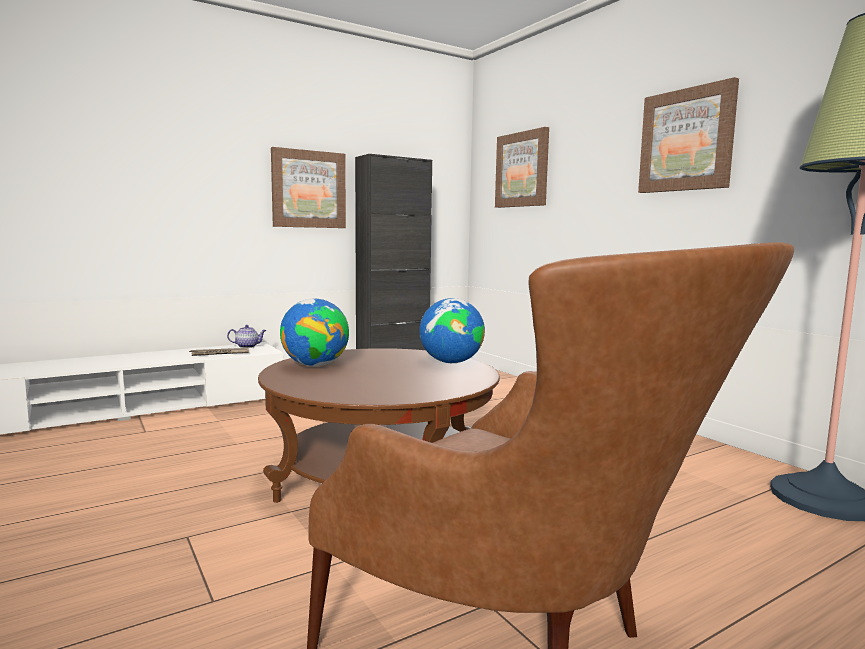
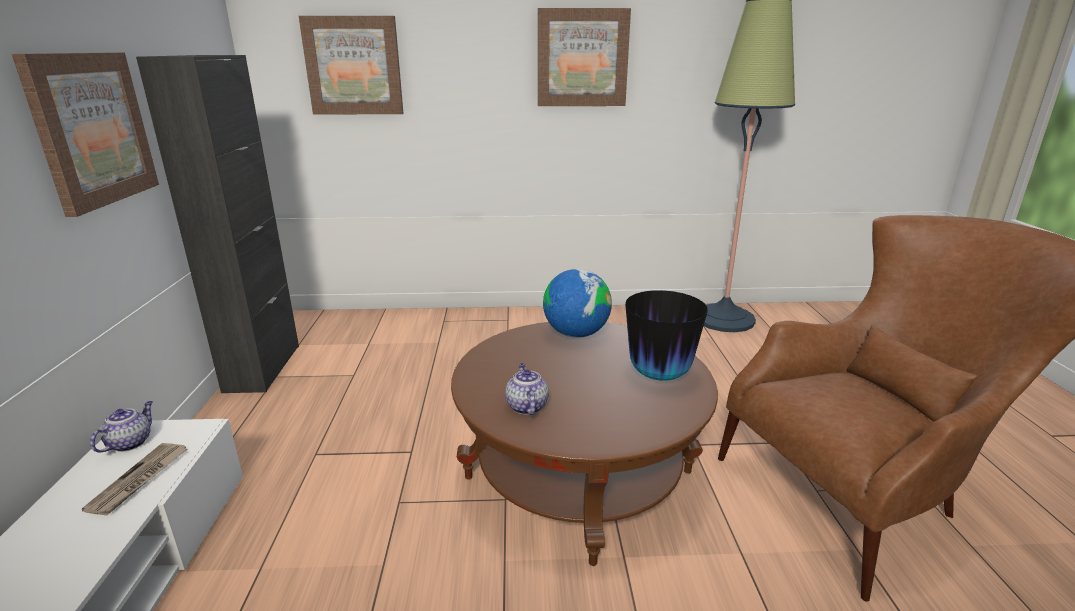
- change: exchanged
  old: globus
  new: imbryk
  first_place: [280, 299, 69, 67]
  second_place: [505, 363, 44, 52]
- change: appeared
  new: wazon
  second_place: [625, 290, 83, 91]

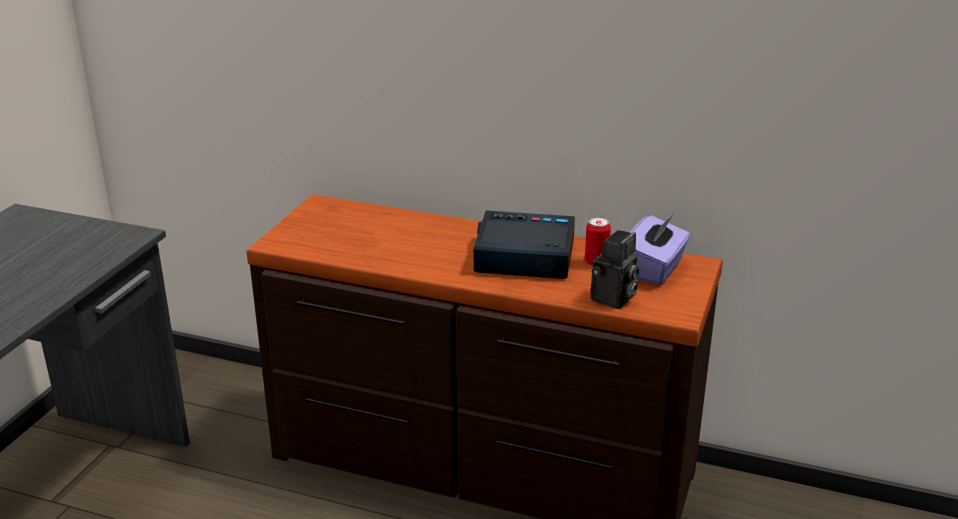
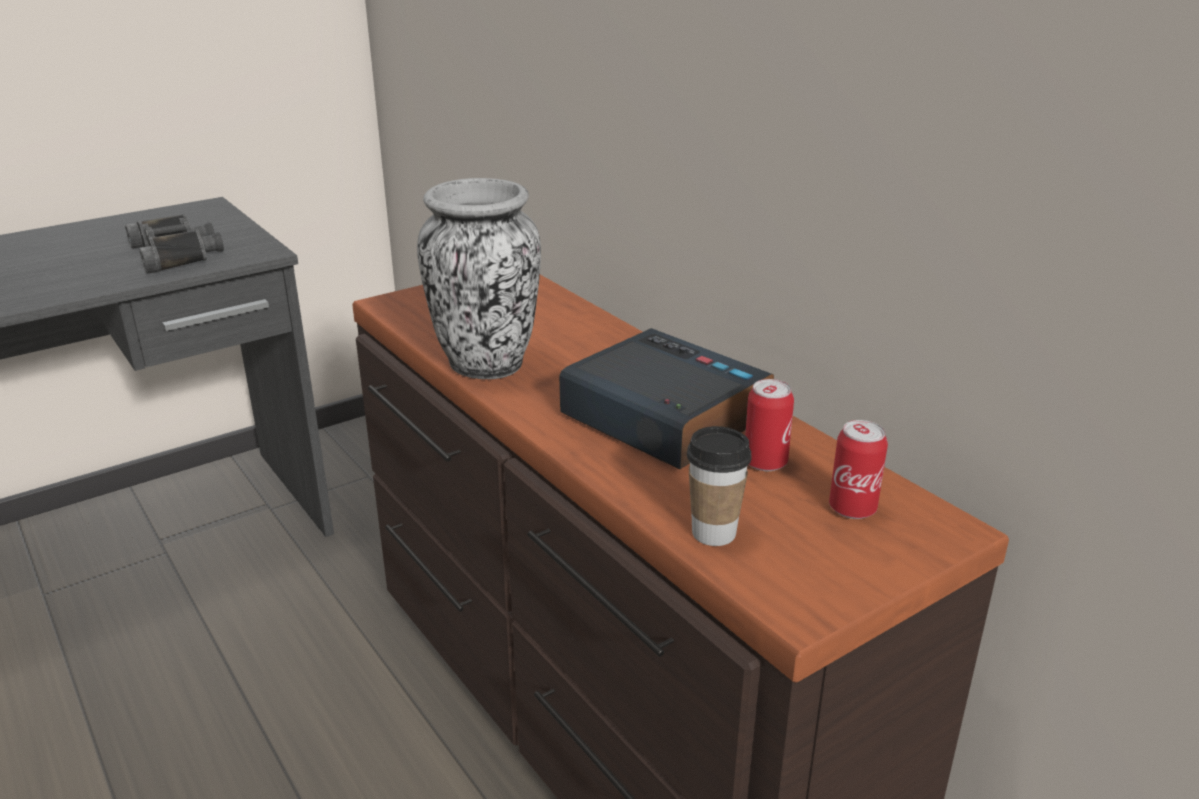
- change: exchanged
  old: pudełko chusteczek/fioletowy
  new: puszka
  first_place: [630, 213, 60, 72]
  second_place: [829, 420, 59, 99]
- change: exchanged
  old: aparat fotograficzny
  new: filiżanka
  first_place: [590, 230, 49, 79]
  second_place: [687, 426, 65, 120]
- change: appeared
  new: wazon
  second_place: [417, 178, 124, 201]
- change: appeared
  new: lornetka/czarny
  second_place: [125, 214, 99, 60]

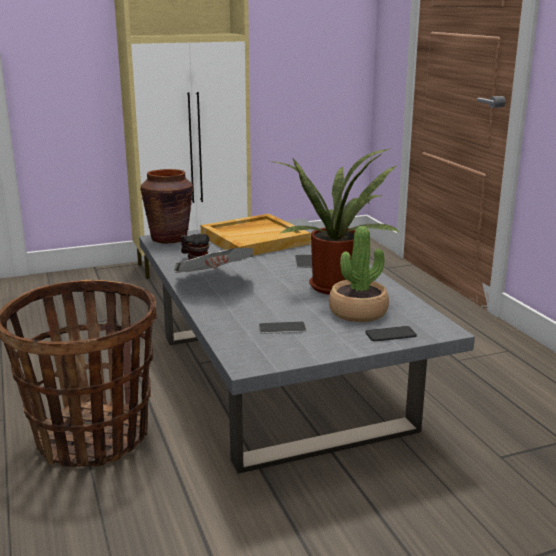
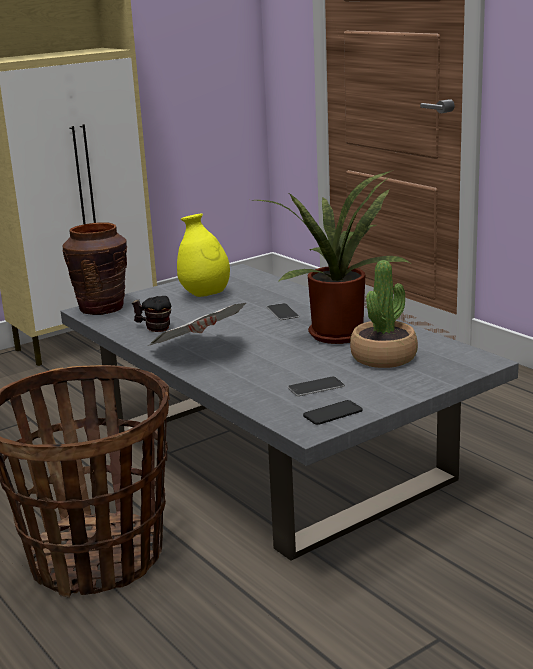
- change: exchanged
  old: taca/beżowy
  new: wazon/żółty
  first_place: [201, 214, 110, 41]
  second_place: [177, 213, 53, 84]
- change: relocated
  old: telefon
  first_place: [365, 326, 52, 15]
  second_place: [303, 400, 60, 25]

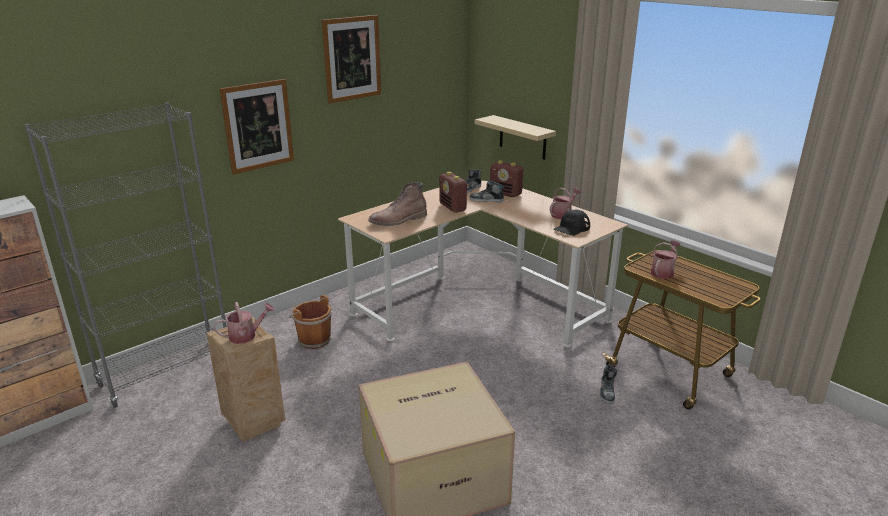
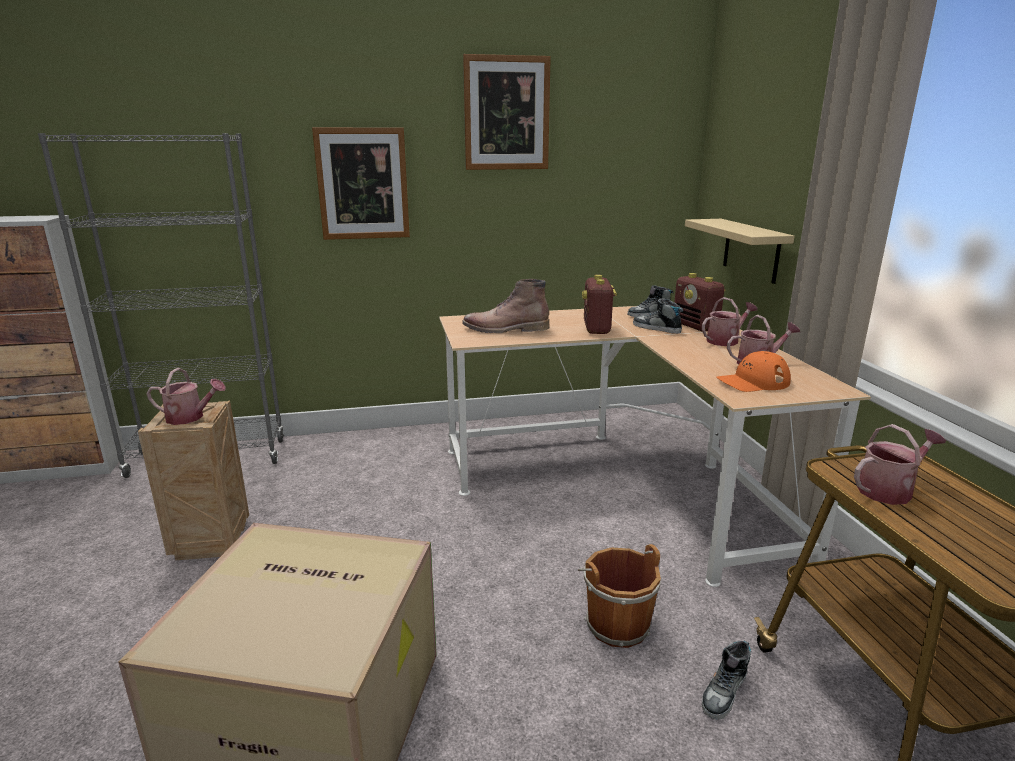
- change: colour
  old: czapka z daszkiem/czarny
  new: czapka z daszkiem/pomarańczowy
  first_place: [554, 210, 36, 26]
  second_place: [716, 351, 75, 41]
- change: relocated
  old: wiadro/brązowy
  first_place: [289, 295, 43, 54]
  second_place: [578, 544, 83, 104]
- change: appeared
  new: konewka
  second_place: [702, 297, 55, 49]

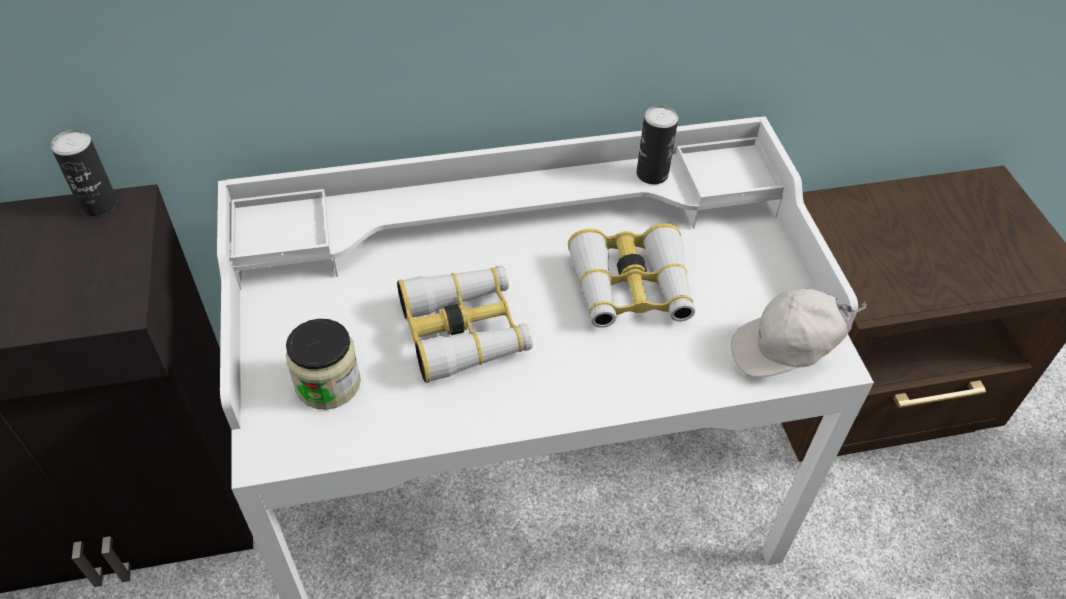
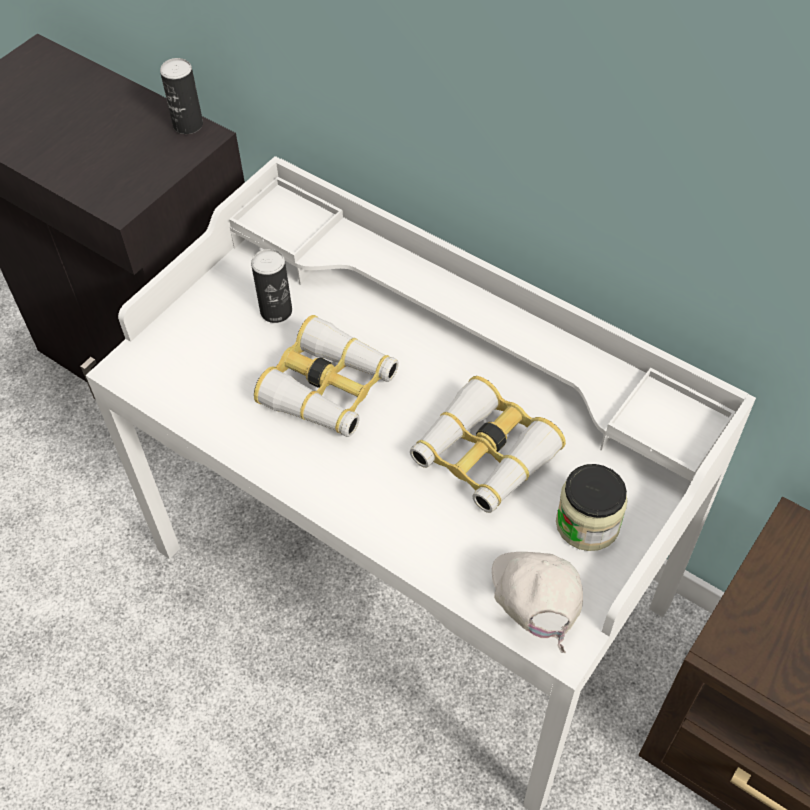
- change: relocated
  old: puszka
  first_place: [636, 105, 42, 79]
  second_place: [251, 249, 41, 74]
- change: spun
  old: czapka z daszkiem/biały
  first_place: [731, 288, 135, 90]
  second_place: [492, 552, 91, 101]
  degrees: 45
- change: relocated
  old: słoik
  first_place: [286, 319, 75, 90]
  second_place: [556, 464, 72, 87]

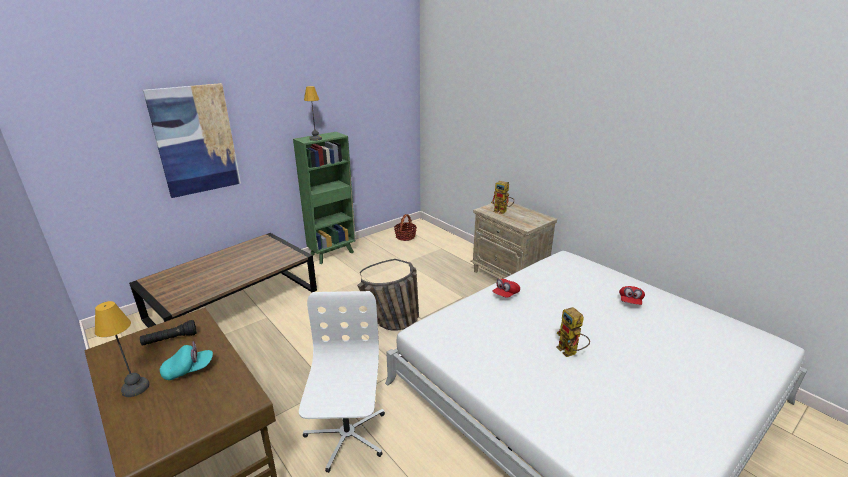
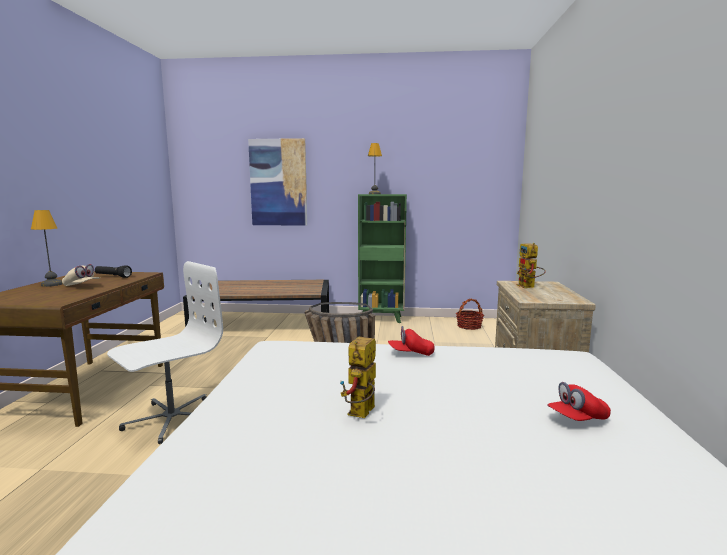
- change: colour
  old: czapka z daszkiem/turkusowy
  new: czapka z daszkiem/beżowy
  first_place: [160, 341, 53, 39]
  second_place: [62, 264, 38, 22]

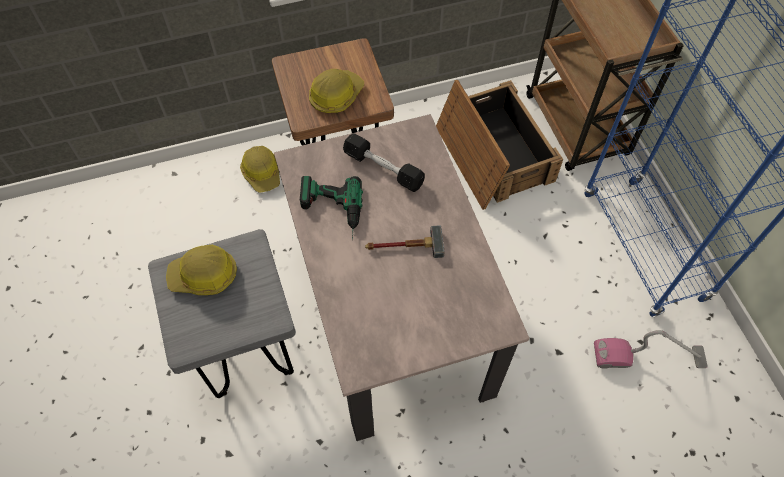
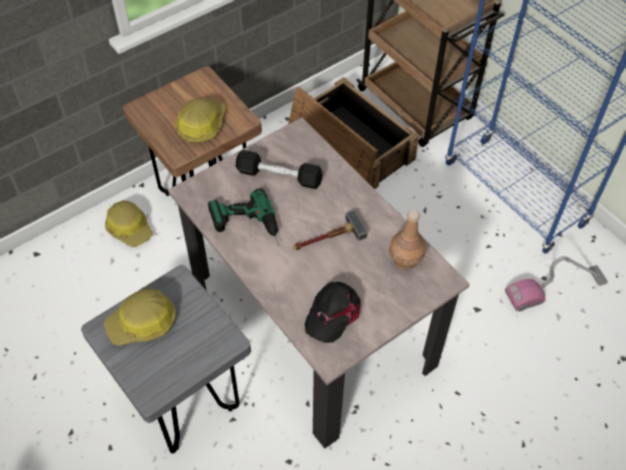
- change: appeared
  new: butelka/brązowy
  second_place: [389, 210, 37, 60]
- change: appeared
  new: czapka z daszkiem/czarny
  second_place: [305, 282, 55, 61]

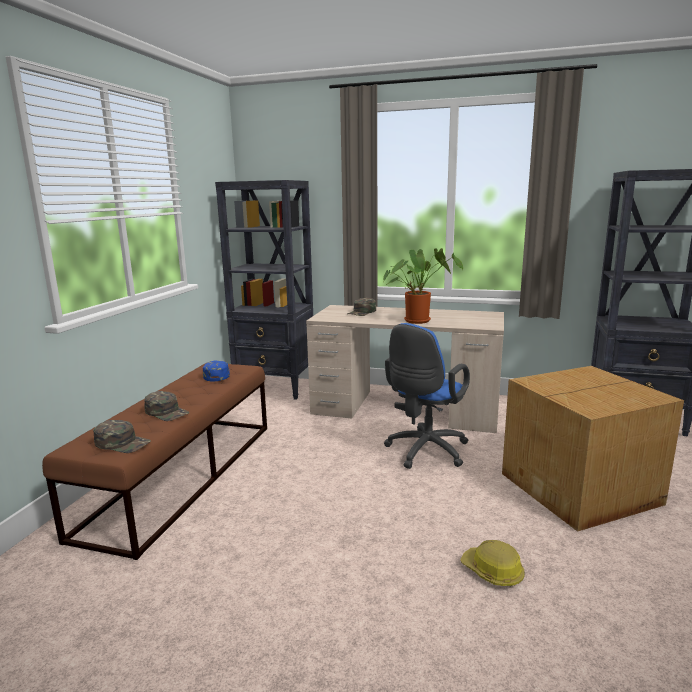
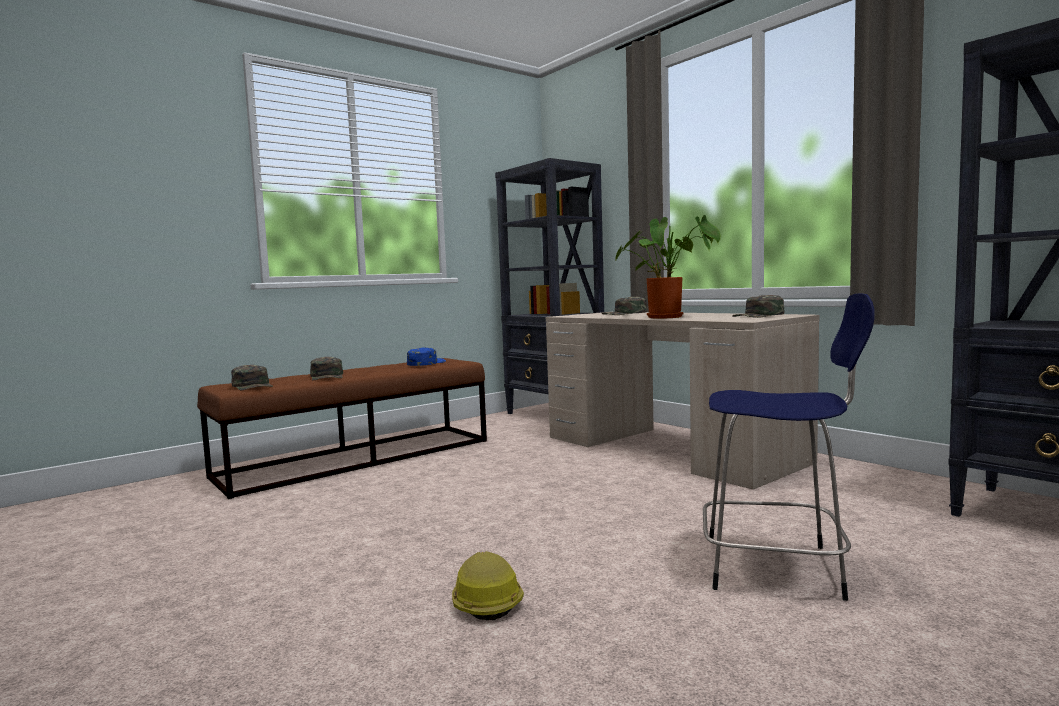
- change: missing
  old: krzesło biurowe/niebieski
  first_place: [384, 323, 86, 146]
- change: exchanged
  old: karton
  new: stołek/niebieski
  first_place: [502, 366, 182, 166]
  second_place: [703, 293, 172, 308]
- change: appeared
  new: czapka z daszkiem/zielony
  second_place: [732, 295, 52, 23]

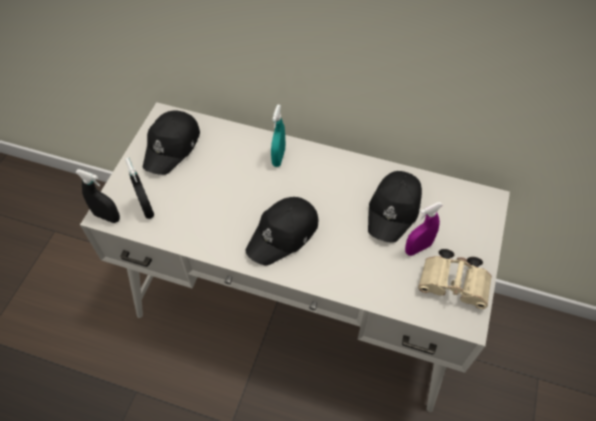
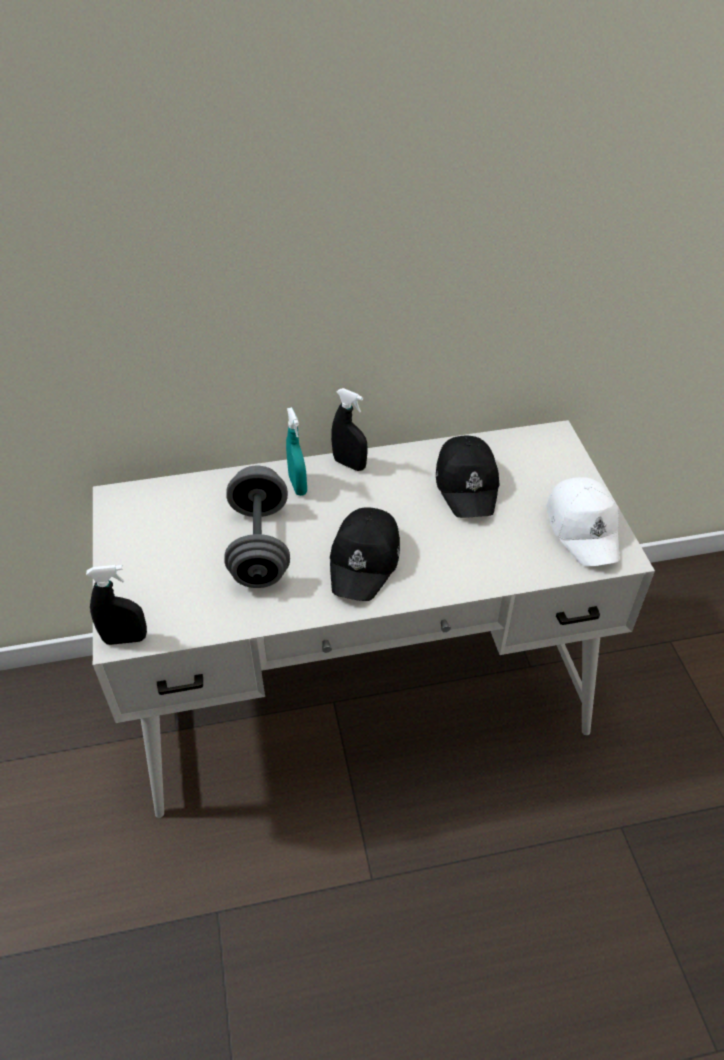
- change: missing
  old: czapka z daszkiem/czarny
  first_place: [143, 110, 57, 65]
- change: relocated
  old: spryskiwacz/czarny
  first_place: [125, 158, 29, 61]
  second_place: [331, 388, 37, 83]
- change: missing
  old: spryskiwacz/fioletowy
  first_place: [405, 202, 38, 54]
- change: exchanged
  old: lornetka/beżowy
  new: czapka z daszkiem/biały
  first_place: [418, 249, 74, 60]
  second_place: [547, 477, 72, 89]
- change: appeared
  new: hantel/szary
  second_place: [224, 466, 66, 122]

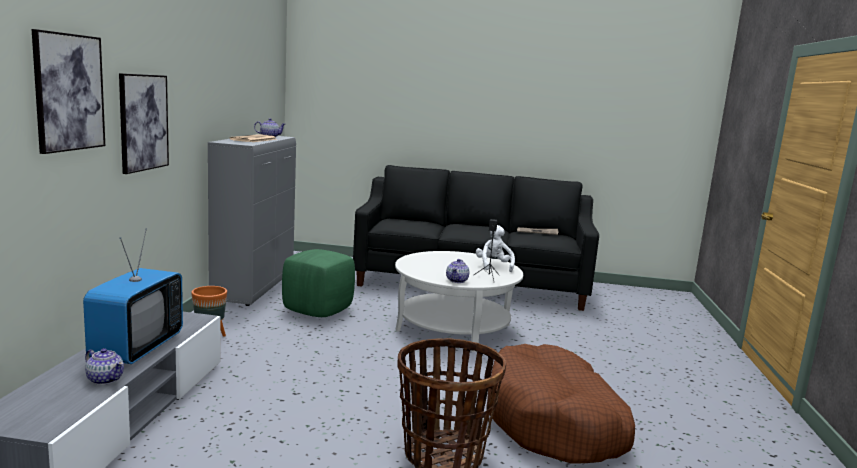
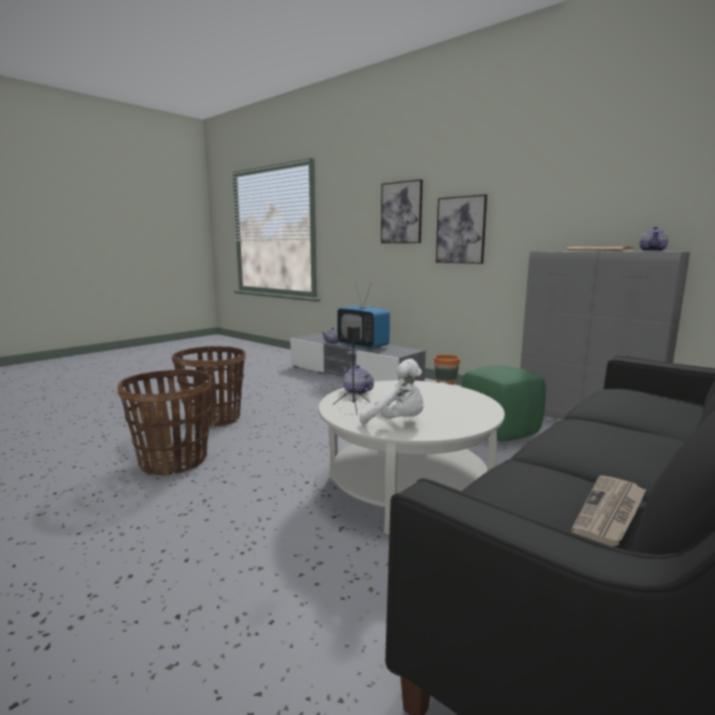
- change: exchanged
  old: legowisko/brązowy
  new: koszyk
  first_place: [486, 344, 149, 120]
  second_place: [117, 369, 95, 107]

